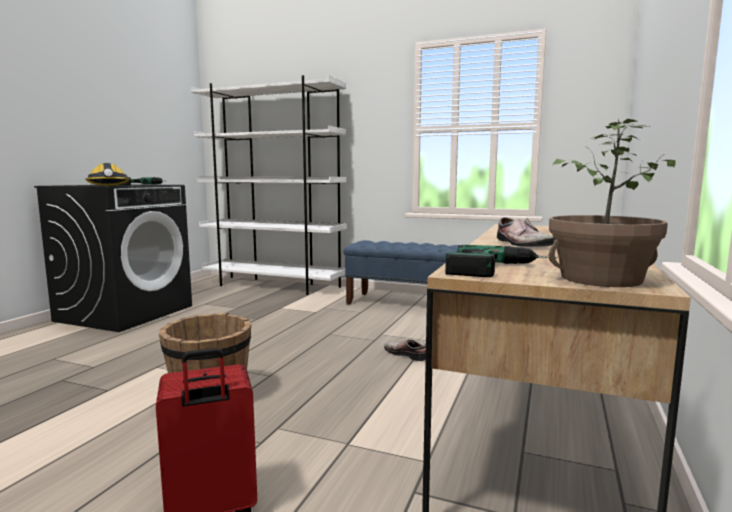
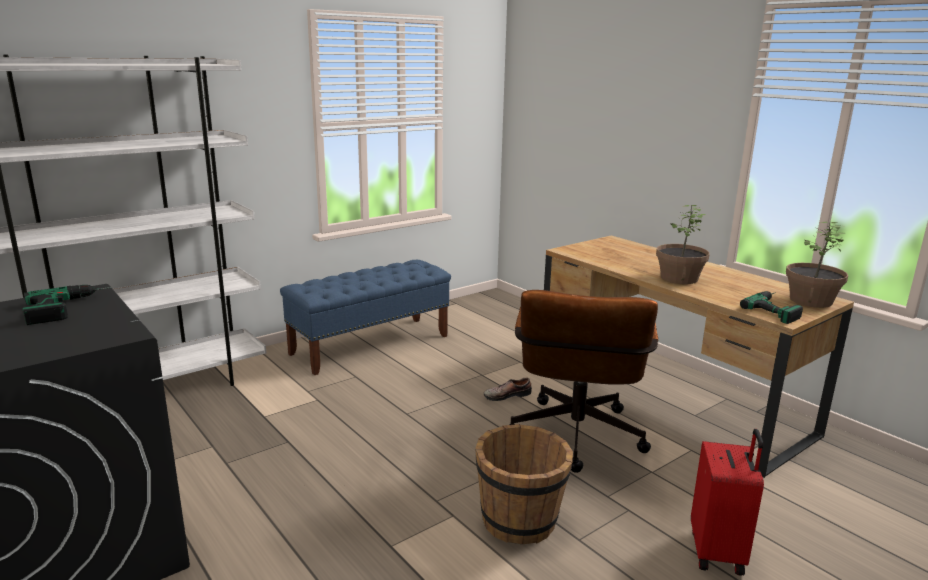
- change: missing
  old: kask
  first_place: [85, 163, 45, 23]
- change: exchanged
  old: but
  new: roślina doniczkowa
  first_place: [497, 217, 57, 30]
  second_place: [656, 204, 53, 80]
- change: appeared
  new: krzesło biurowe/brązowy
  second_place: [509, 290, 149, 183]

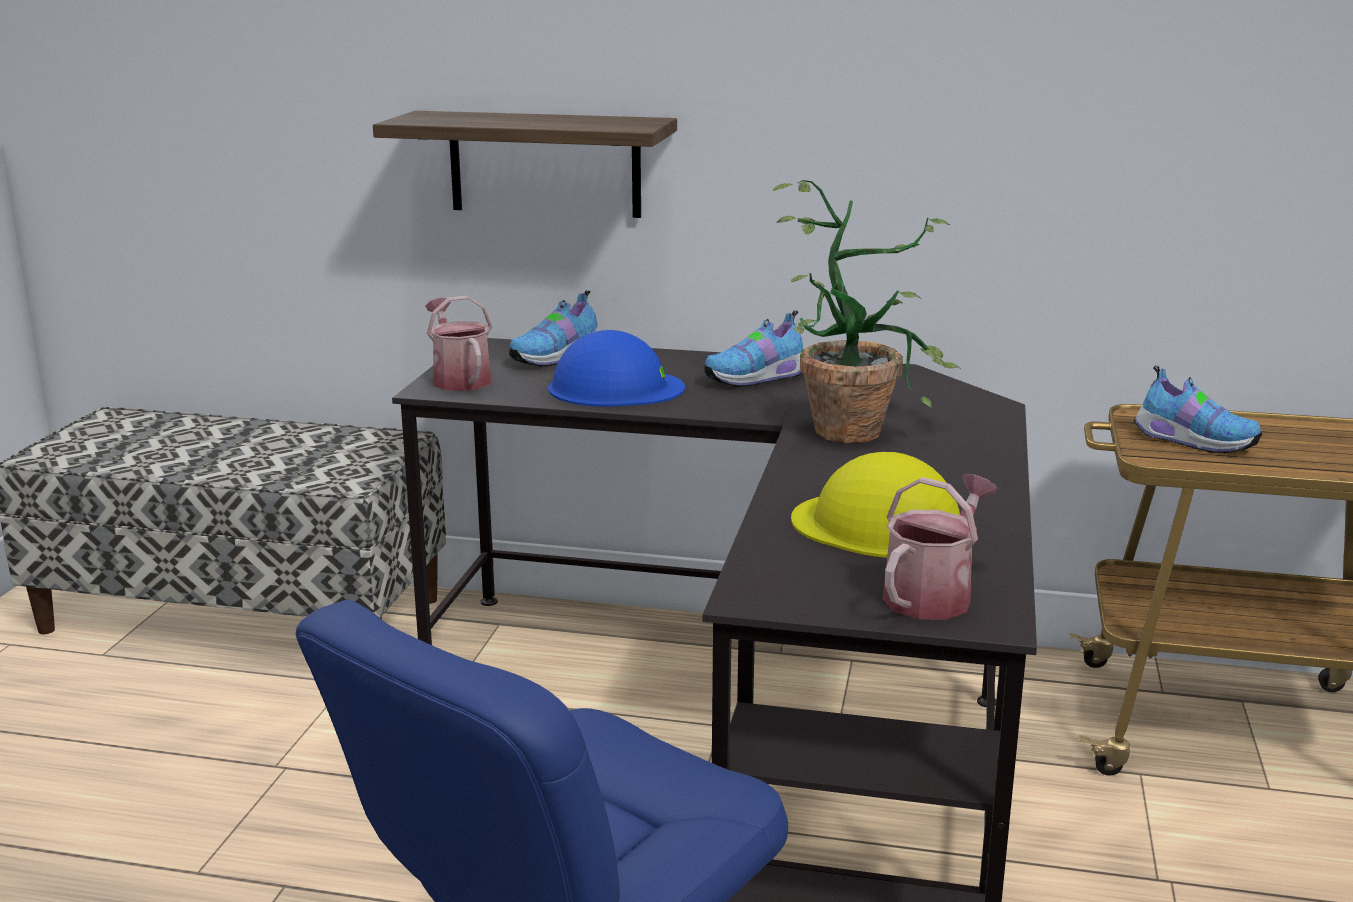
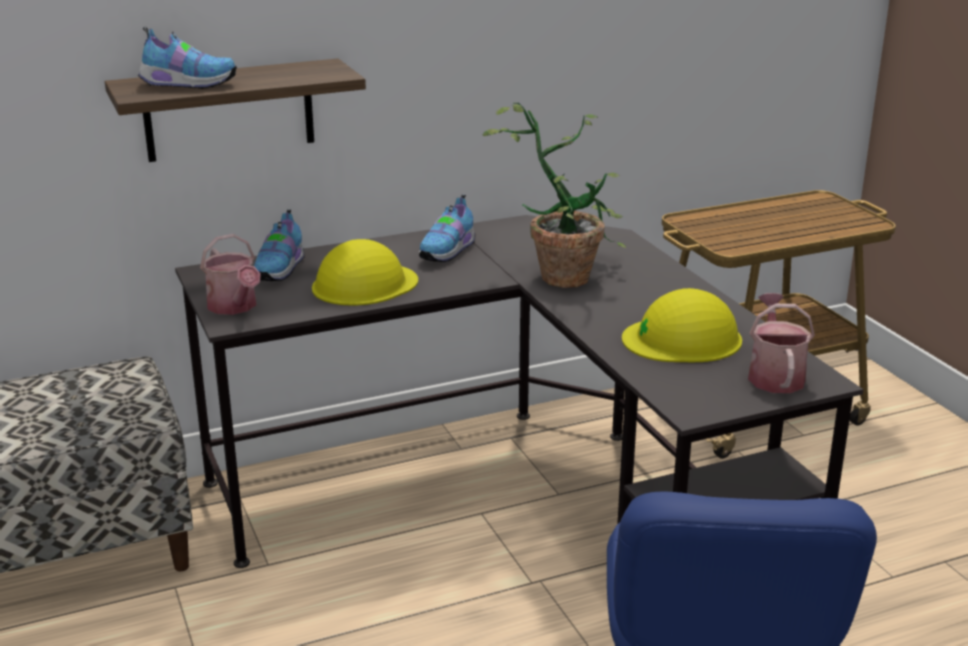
- change: spun
  old: konewka
  first_place: [425, 296, 67, 95]
  second_place: [200, 234, 61, 81]
  degrees: -150
- change: colour
  old: kask/niebieski
  new: kask/żółty
  first_place: [548, 330, 137, 77]
  second_place: [312, 239, 106, 67]
- change: relocated
  old: but
  first_place: [1133, 365, 129, 89]
  second_place: [138, 27, 99, 62]

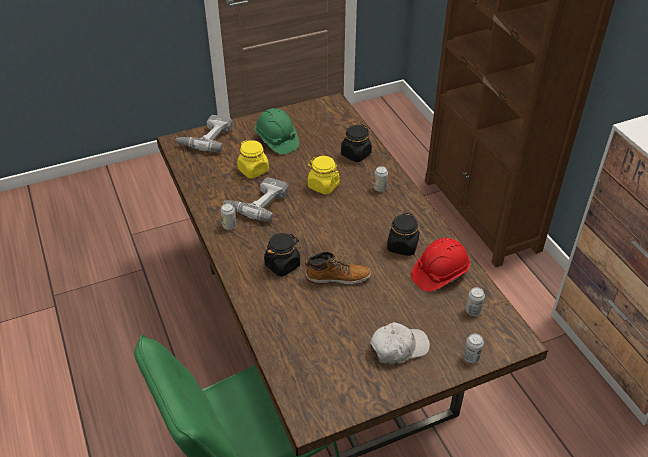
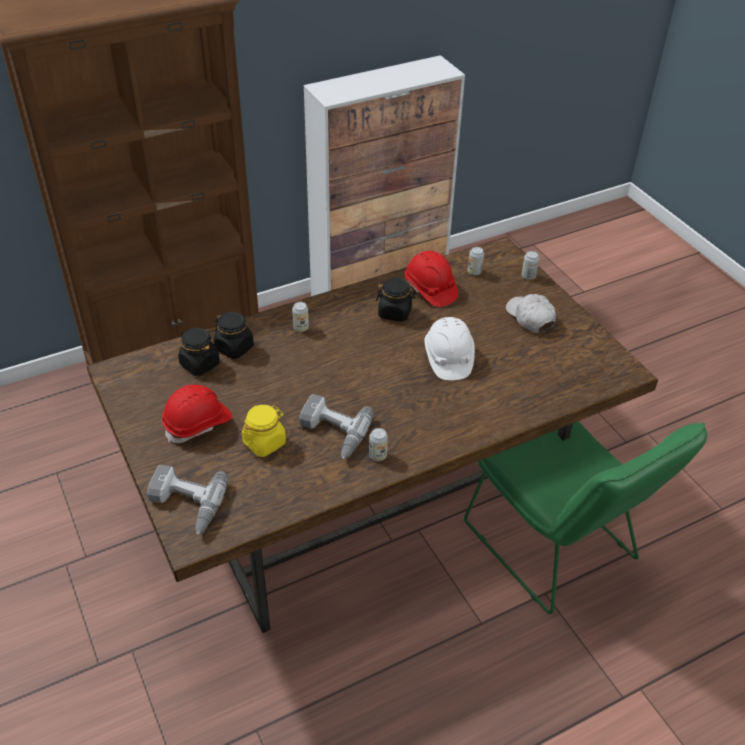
- change: colour
  old: kask/zielony
  new: kask/czerwony
  first_place: [255, 108, 44, 47]
  second_place: [162, 384, 71, 59]
- change: missing
  old: słoik/żółty
  first_place: [308, 156, 32, 39]
- change: relocated
  old: słoik/czarny
  first_place: [264, 233, 36, 43]
  second_place: [178, 328, 42, 48]
- change: exchanged
  old: but z cholewką
  new: kask/biały
  first_place: [305, 252, 66, 32]
  second_place: [424, 317, 51, 63]

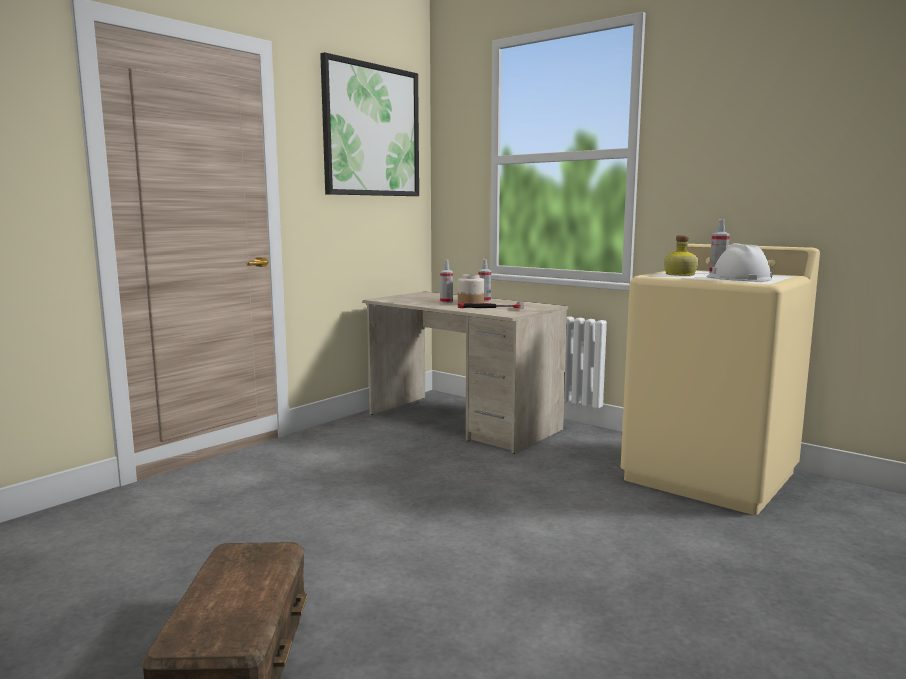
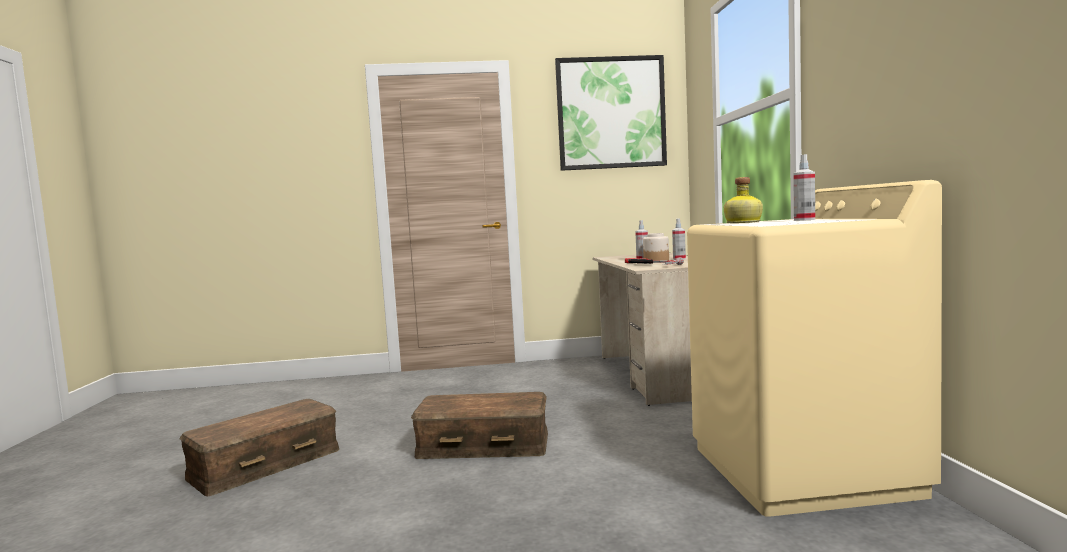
- change: missing
  old: kask/biały
  first_place: [707, 243, 65, 38]
- change: appeared
  new: pojemnik do przechowywania/brązowy
  second_place: [411, 392, 137, 67]

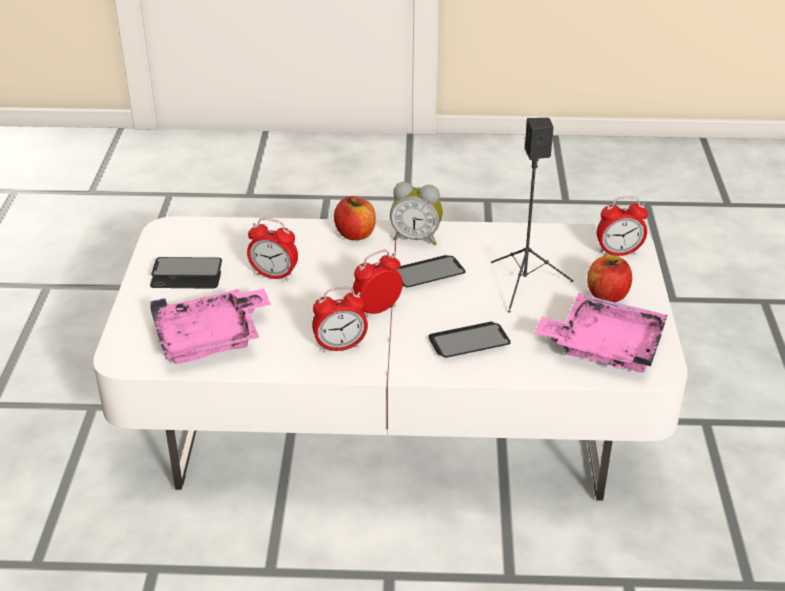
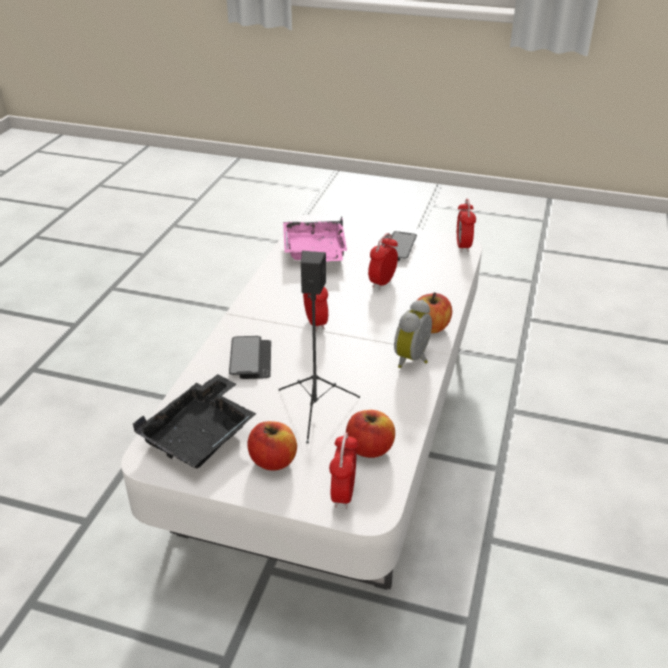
- change: missing
  old: telefon
  first_place: [397, 255, 68, 33]
- change: relocated
  old: budzik
  first_place: [312, 287, 56, 66]
  second_place: [457, 198, 19, 54]
- change: colour
  old: taca/różowy
  new: taca/czarny
  first_place: [534, 293, 134, 80]
  second_place: [133, 374, 123, 94]
- change: appeared
  new: jabłko
  second_place: [346, 410, 49, 48]

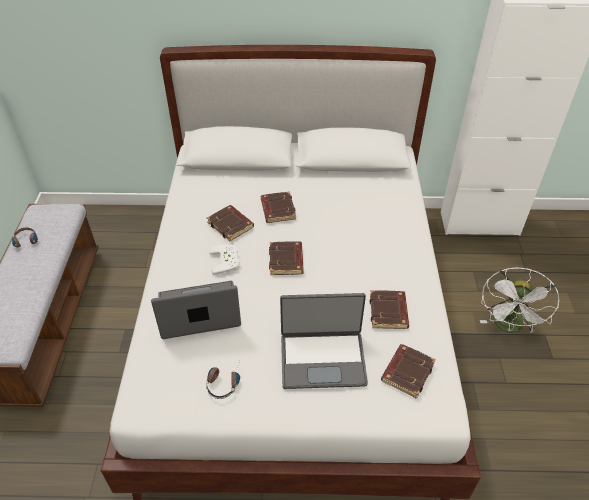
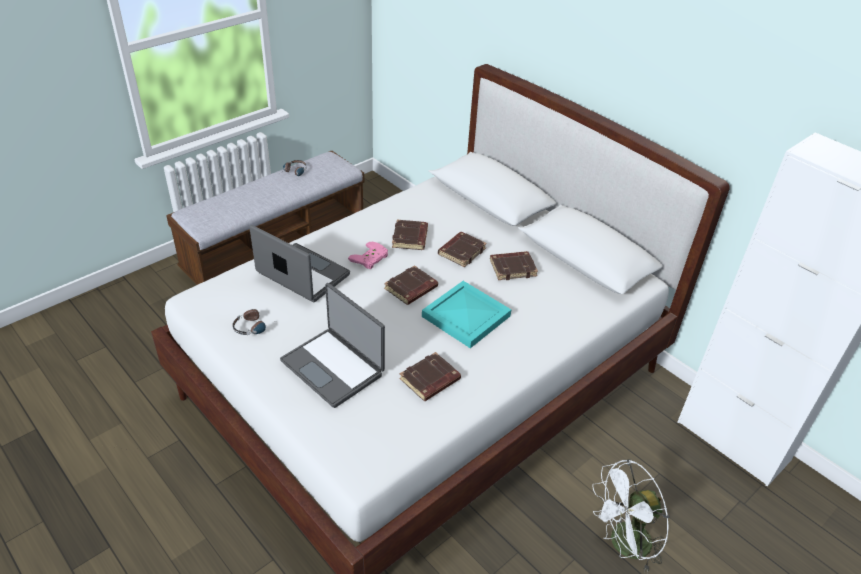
- change: colour
  old: pad do gier/biały
  new: pad do gier/różowy
  first_place: [209, 244, 30, 31]
  second_place: [348, 242, 40, 27]
- change: relocated
  old: książka/brązowy
  first_place: [381, 344, 55, 55]
  second_place: [490, 251, 48, 29]
- change: appeared
  new: taca/turkusowy
  second_place: [422, 281, 89, 67]

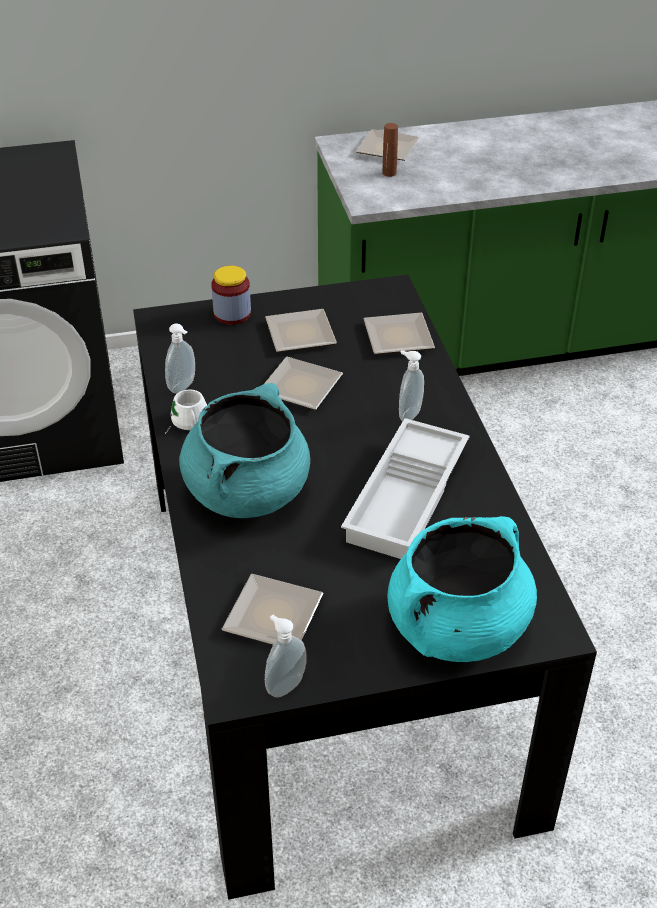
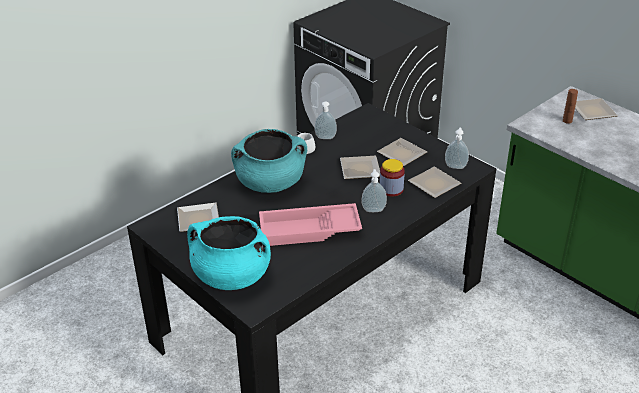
- change: relocated
  old: słoik
  first_place: [211, 266, 40, 59]
  second_place: [380, 159, 25, 38]
- change: colour
  old: taca/biały
  new: taca/różowy
  first_place: [341, 418, 128, 141]
  second_place: [259, 203, 103, 43]
- change: relocated
  old: dozownik mydła
  first_place: [265, 615, 42, 83]
  second_place: [445, 128, 24, 41]

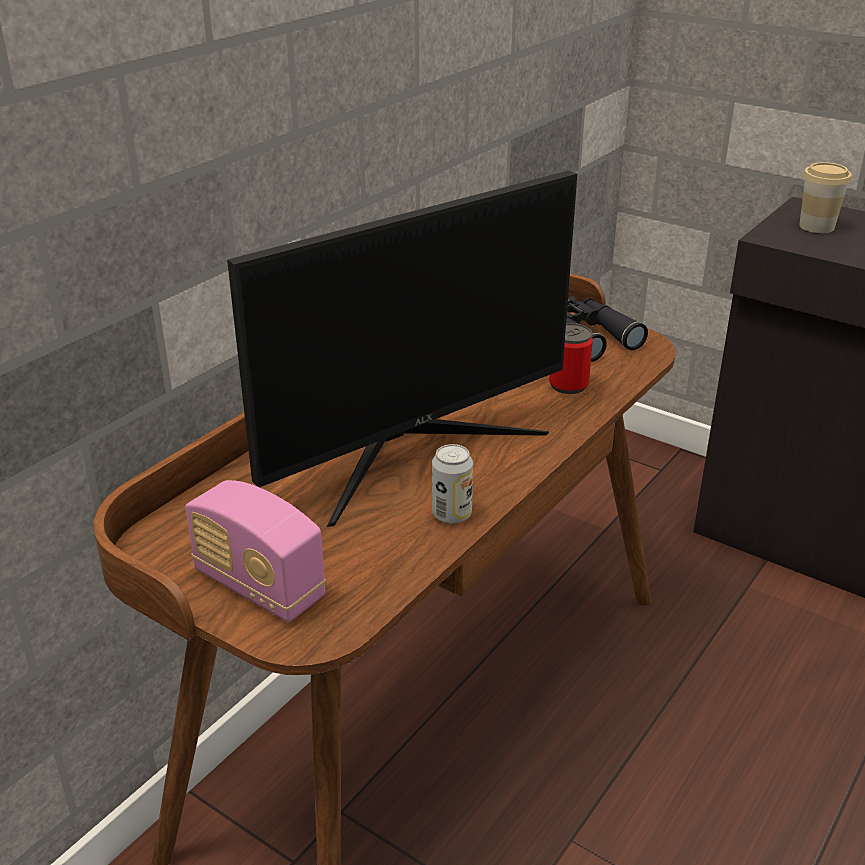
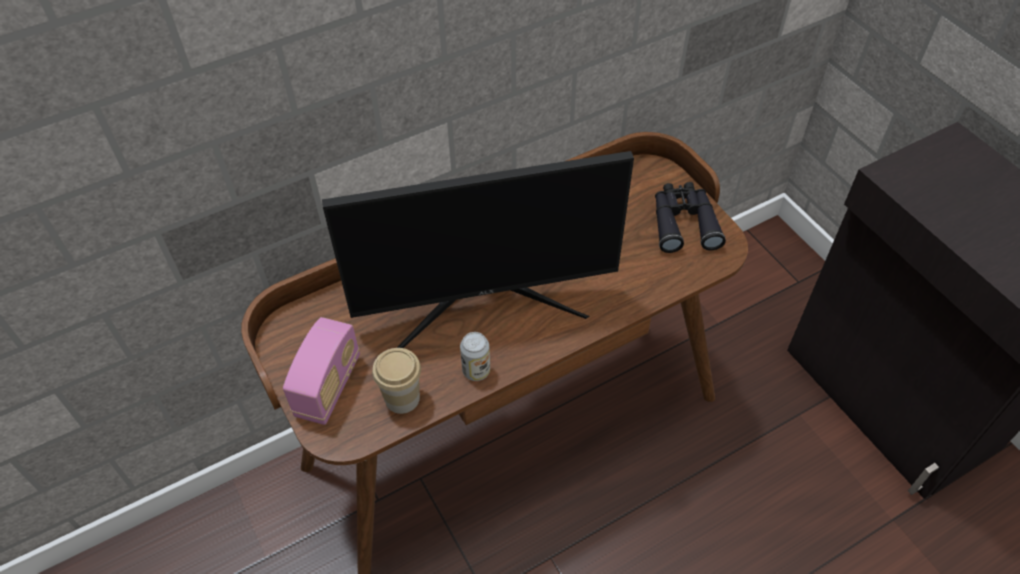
- change: relocated
  old: filiżanka
  first_place: [799, 162, 53, 71]
  second_place: [372, 348, 49, 66]
- change: missing
  old: puszka
  first_place: [549, 324, 44, 70]
- change: spun
  old: radio
  first_place: [185, 480, 141, 142]
  second_place: [283, 317, 77, 108]
  degrees: -135

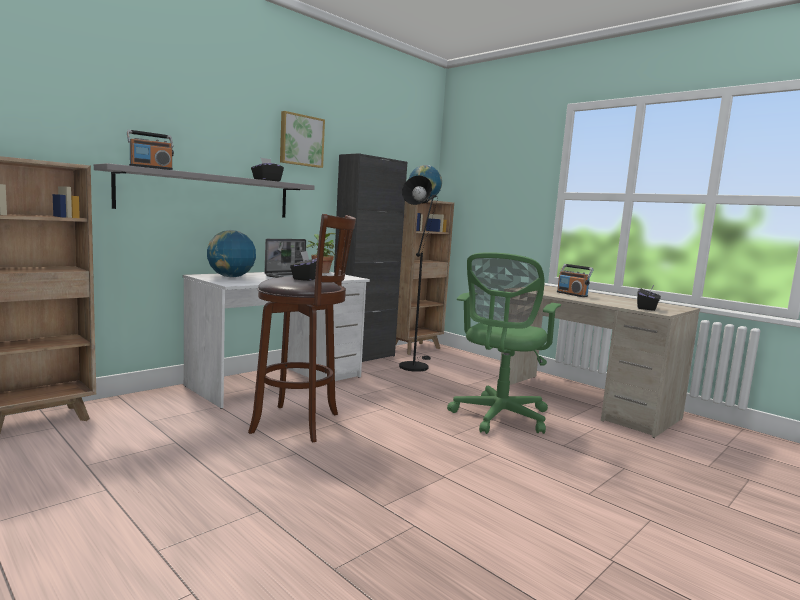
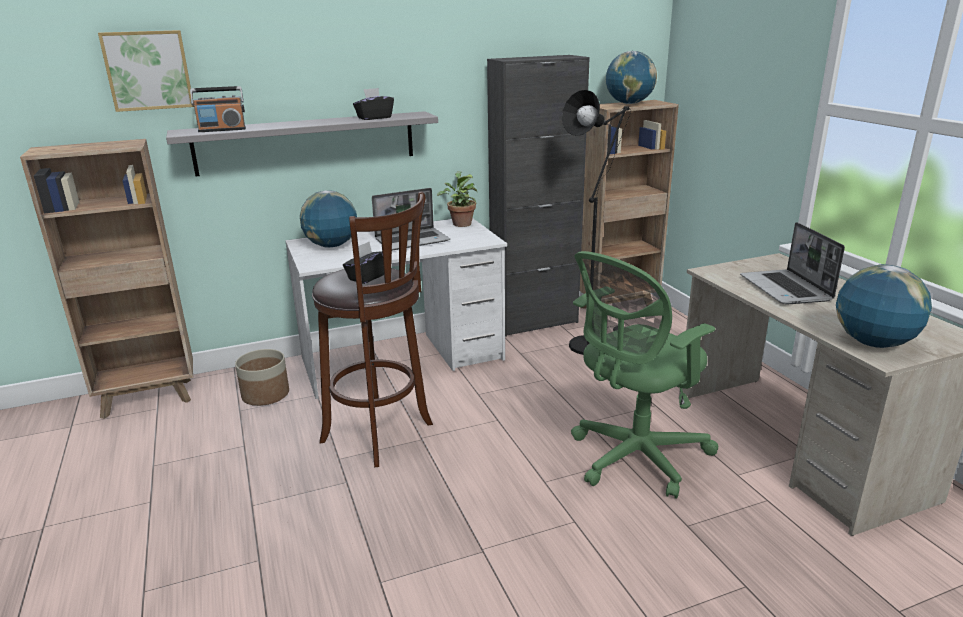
- change: relocated
  old: obraz
  first_place: [280, 111, 45, 57]
  second_place: [98, 30, 96, 82]
- change: exchanged
  old: radio
  new: laptop
  first_place: [557, 264, 37, 33]
  second_place: [740, 222, 105, 83]
- change: exchanged
  old: pudełko chusteczek/czarny
  new: globus
  first_place: [637, 284, 24, 27]
  second_place: [836, 264, 96, 84]
- change: appeared
  new: donica
  second_place: [235, 349, 54, 57]

